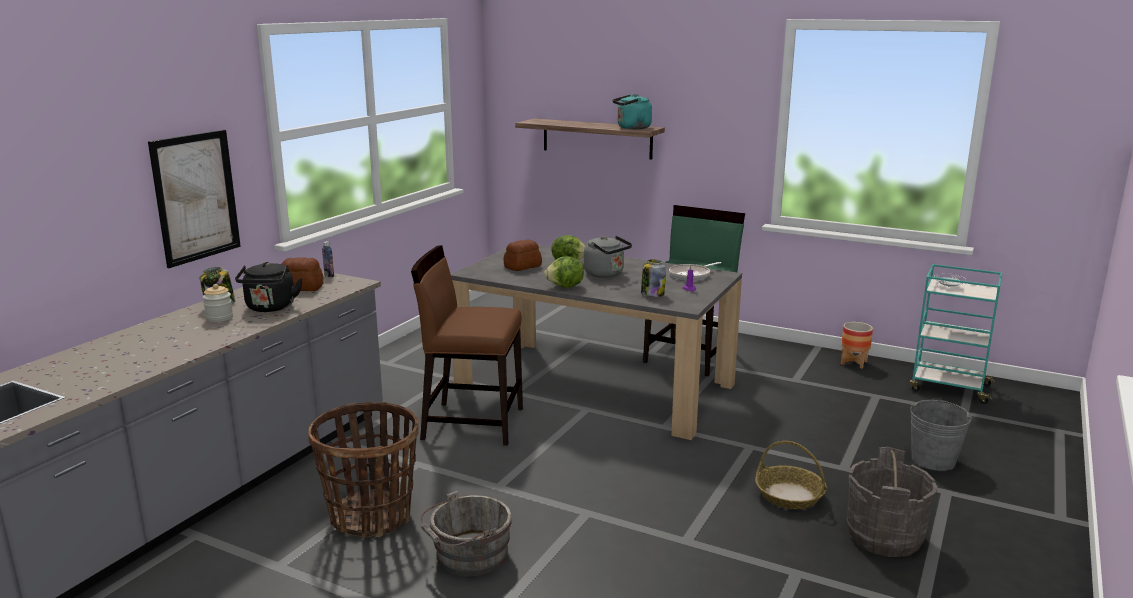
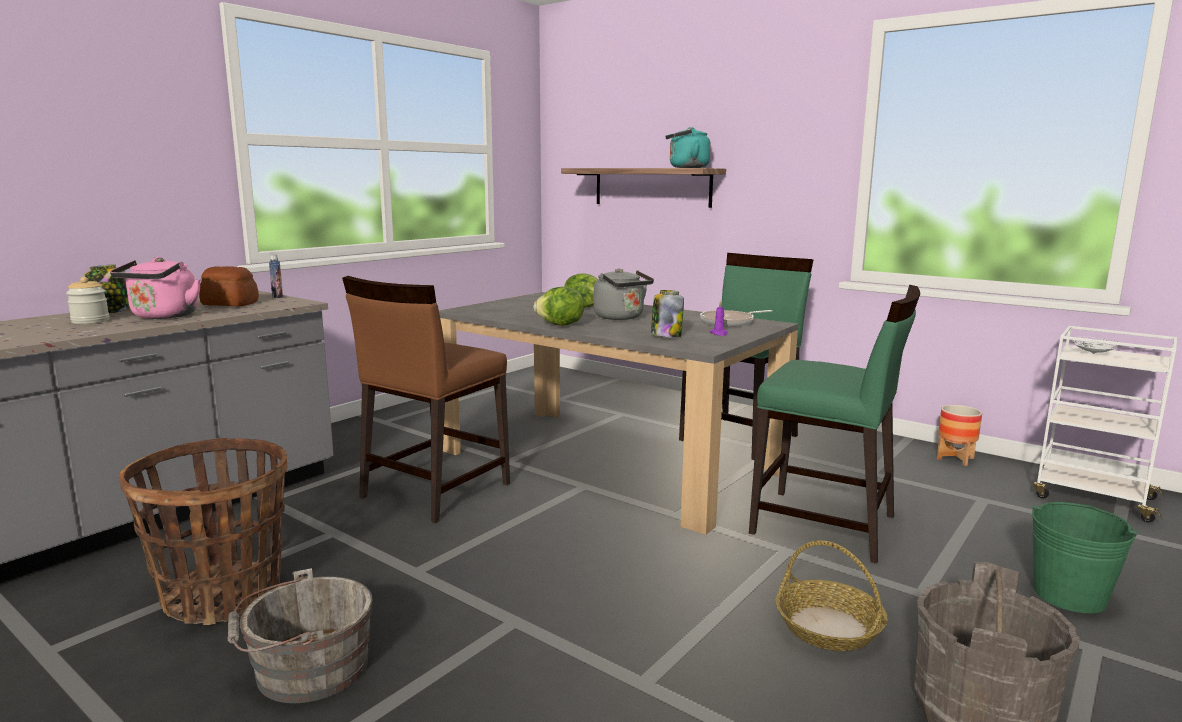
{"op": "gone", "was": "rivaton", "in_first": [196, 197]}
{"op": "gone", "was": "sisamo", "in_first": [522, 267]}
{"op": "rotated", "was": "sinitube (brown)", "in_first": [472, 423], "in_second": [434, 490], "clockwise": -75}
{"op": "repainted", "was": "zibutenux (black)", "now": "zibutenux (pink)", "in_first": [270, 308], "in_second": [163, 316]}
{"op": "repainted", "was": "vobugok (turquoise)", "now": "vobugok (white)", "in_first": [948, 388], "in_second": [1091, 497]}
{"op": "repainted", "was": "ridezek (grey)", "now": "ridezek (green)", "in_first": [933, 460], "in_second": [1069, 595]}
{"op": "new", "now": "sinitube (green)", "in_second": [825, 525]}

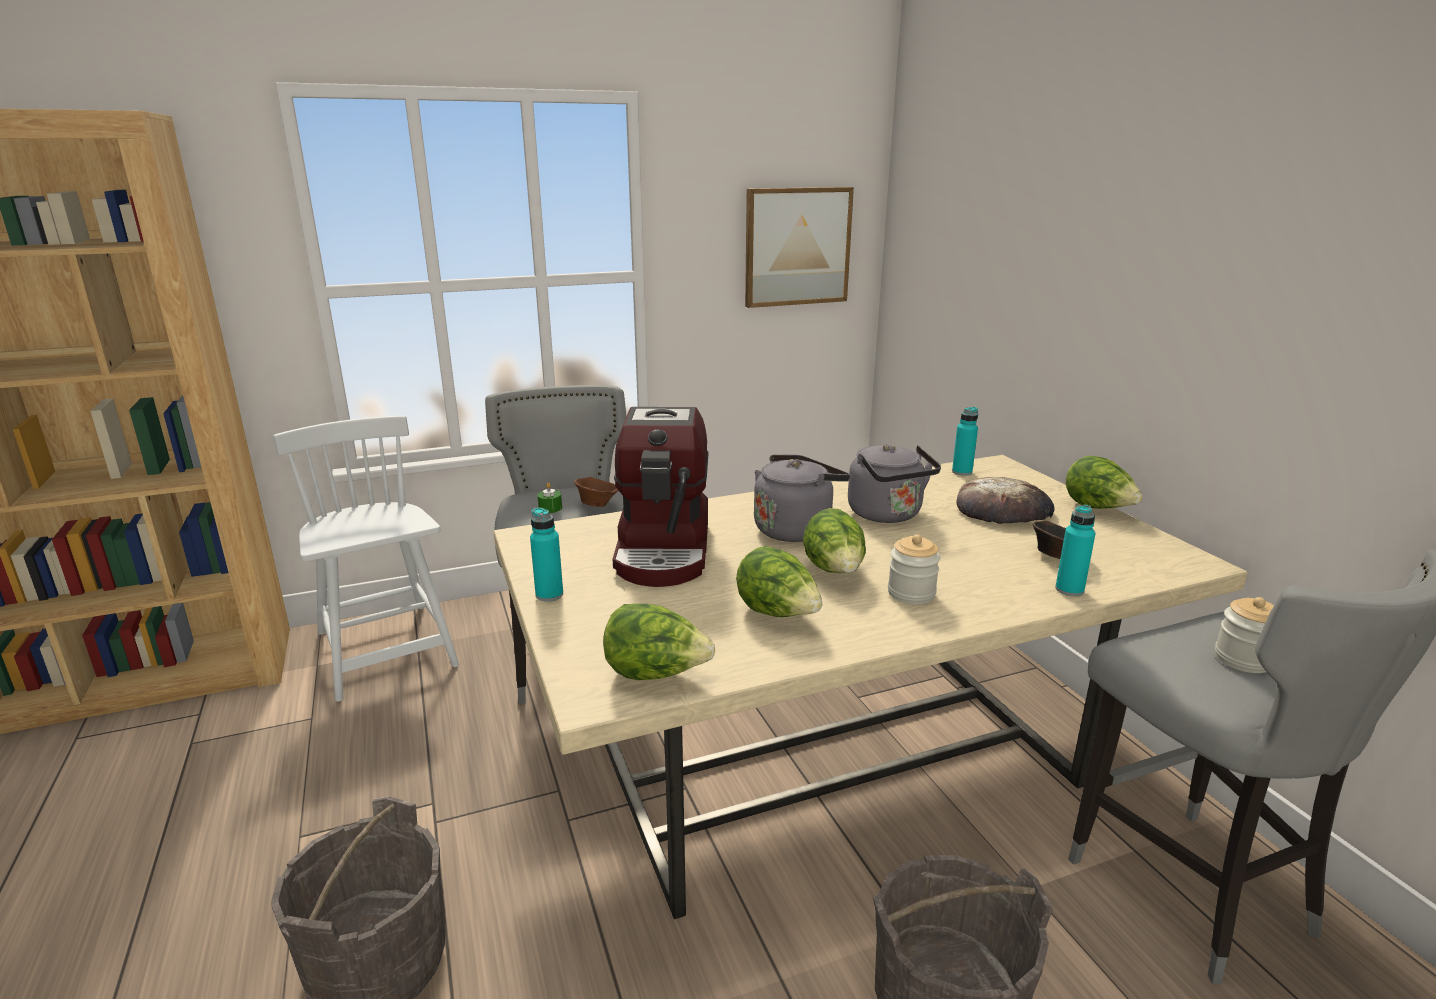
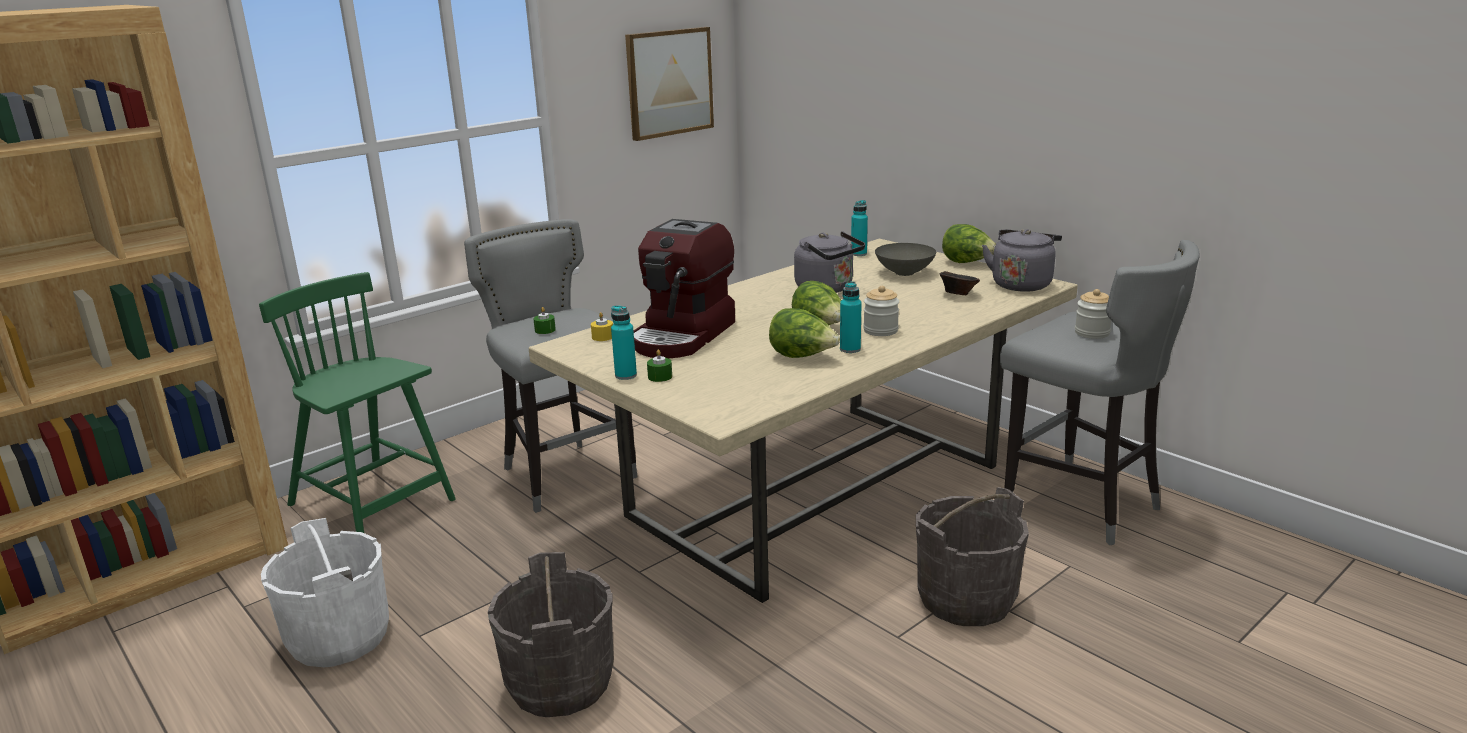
{"op": "rotated", "was": "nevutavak", "in_first": [665, 550], "in_second": [683, 336], "clockwise": 45}
{"op": "repainted", "was": "sinitube (white)", "now": "sinitube (green)", "in_first": [386, 651], "in_second": [373, 504]}
{"op": "shifted", "was": "zibutenux (grey)", "in_first": [795, 529], "in_second": [1021, 284]}
{"op": "gone", "was": "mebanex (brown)", "in_first": [597, 504]}
{"op": "swapped", "was": "sisamo", "now": "mebanex (grey)", "in_first": [1003, 509], "in_second": [905, 273]}
{"op": "shifted", "was": "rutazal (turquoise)", "in_first": [1069, 590], "in_second": [850, 349]}
{"op": "gone", "was": "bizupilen", "in_first": [656, 674]}
{"op": "new", "now": "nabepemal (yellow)", "in_second": [602, 337]}
{"op": "new", "now": "nabepemal (green)", "in_second": [660, 376]}
{"op": "new", "now": "ridezek (white)", "in_second": [340, 637]}

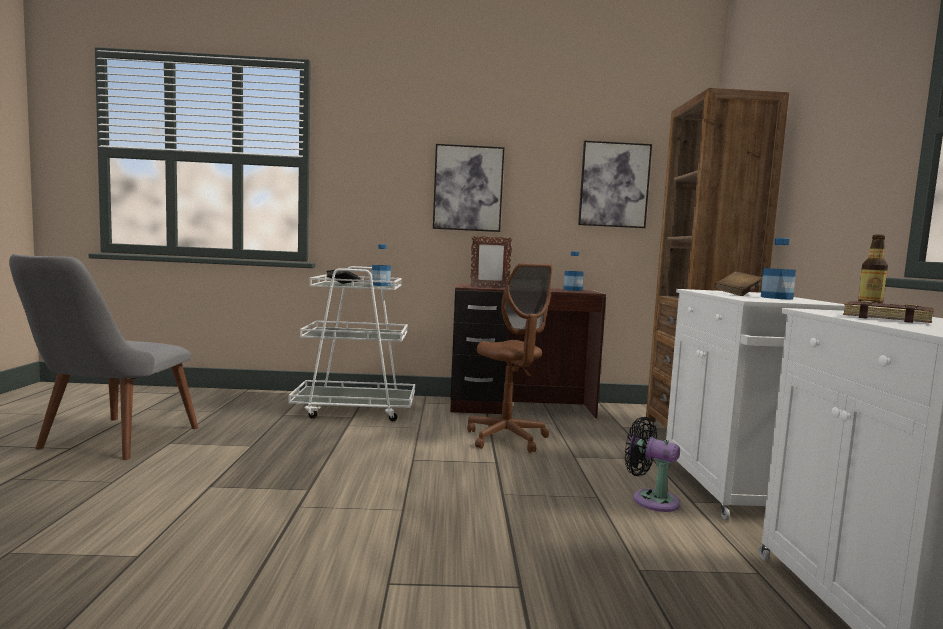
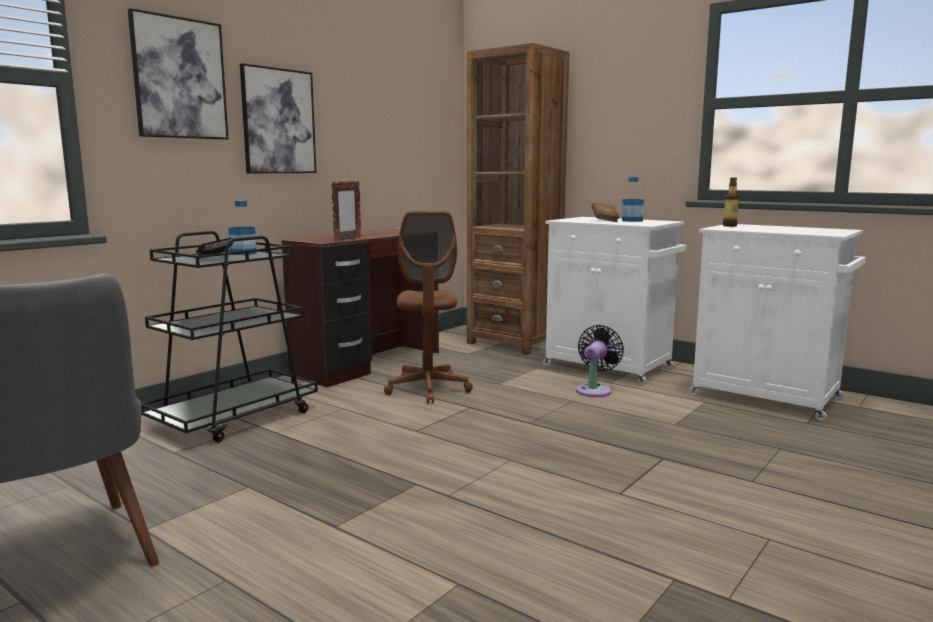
{"op": "shifted", "was": "rivaton", "in_first": [614, 185], "in_second": [179, 78]}
{"op": "gone", "was": "rutazal", "in_first": [572, 290]}
{"op": "rotated", "was": "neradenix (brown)", "in_first": [507, 438], "in_second": [428, 389], "clockwise": 75}
{"op": "repainted", "was": "vobugok (white)", "now": "vobugok (black)", "in_first": [355, 410], "in_second": [235, 418]}
{"op": "gone", "was": "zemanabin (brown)", "in_first": [888, 319]}
{"op": "rotated", "was": "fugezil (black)", "in_first": [650, 499], "in_second": [595, 390], "clockwise": 135}

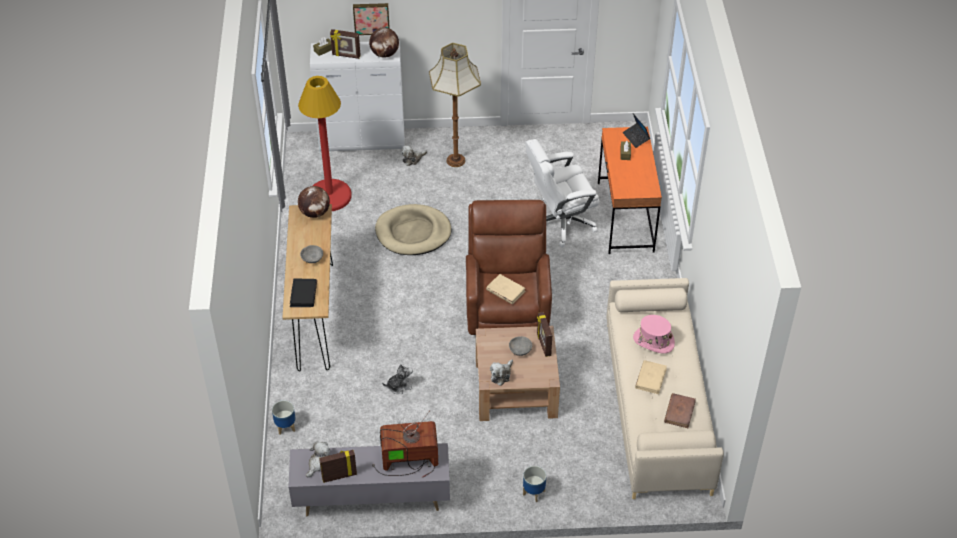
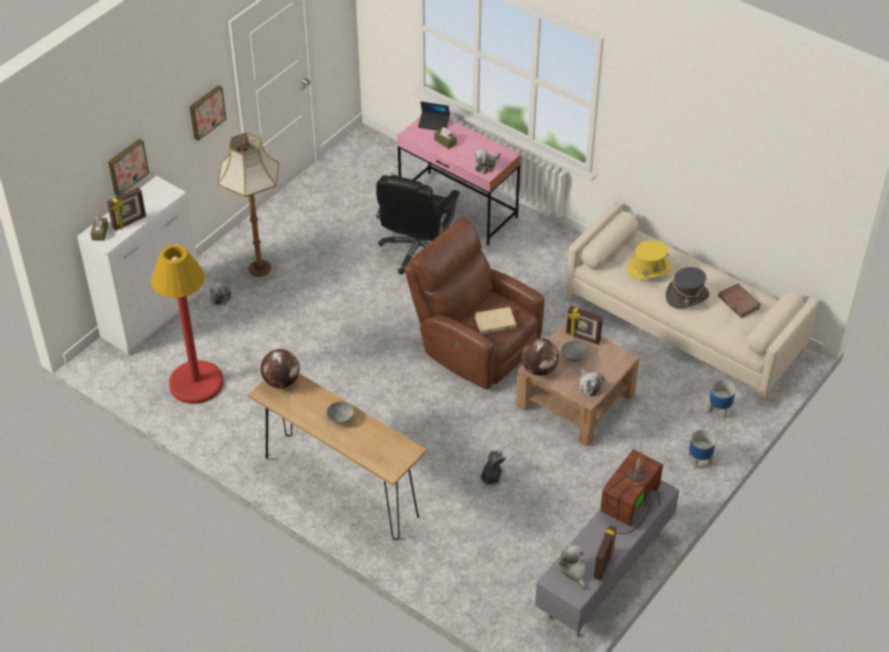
{"op": "shifted", "was": "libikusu", "in_first": [385, 54], "in_second": [539, 369]}
{"op": "repainted", "was": "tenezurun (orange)", "now": "tenezurun (pink)", "in_first": [625, 217], "in_second": [458, 208]}
{"op": "repainted", "was": "neradenix (white)", "now": "neradenix (black)", "in_first": [560, 222], "in_second": [417, 250]}
{"op": "gone", "was": "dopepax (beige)", "in_first": [413, 233]}
{"op": "gone", "was": "zemanabin (black)", "in_first": [303, 294]}
{"op": "repainted", "was": "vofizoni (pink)", "now": "vofizoni (yellow)", "in_first": [653, 341], "in_second": [649, 269]}
{"op": "swapped", "was": "zemanabin (beige)", "now": "vofizoni (grey)", "in_first": [650, 378], "in_second": [687, 296]}
{"op": "shifted", "was": "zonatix", "in_first": [286, 427], "in_second": [719, 409]}
{"op": "new", "now": "rivaton", "in_second": [206, 112]}
{"op": "new", "now": "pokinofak", "in_second": [486, 165]}

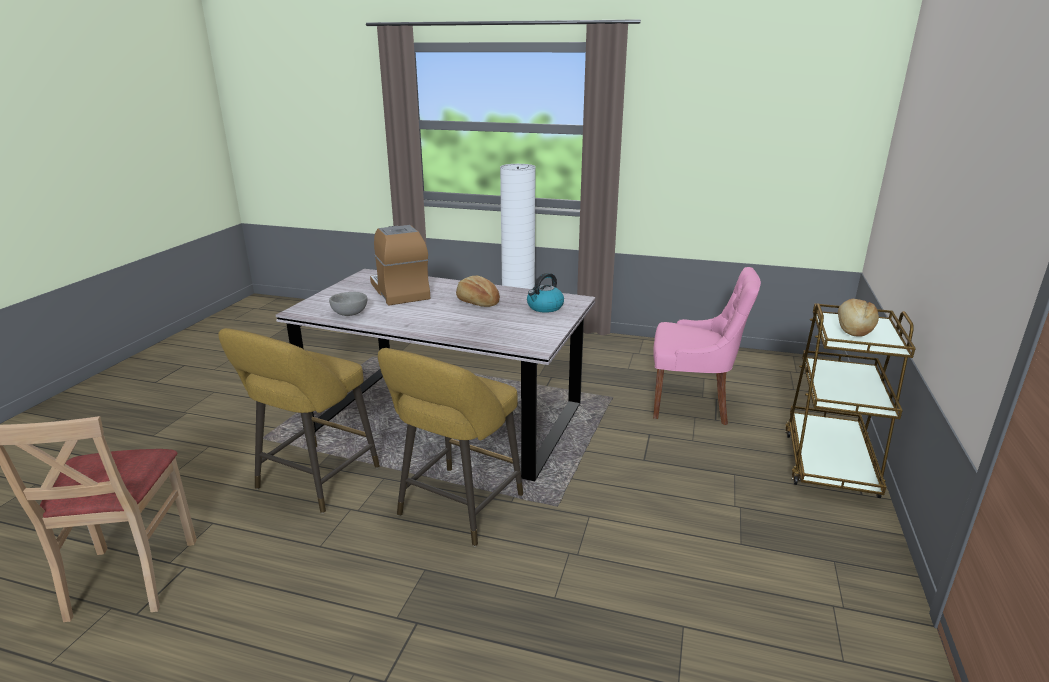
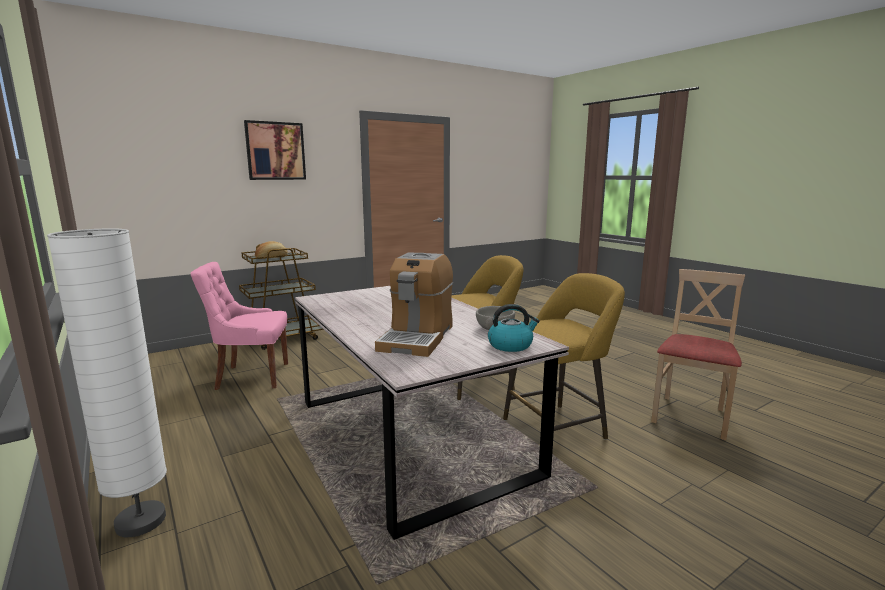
{"op": "rotated", "was": "sinitube (pink)", "in_first": [692, 404], "in_second": [250, 376], "clockwise": -60}
{"op": "shifted", "was": "zibutenux", "in_first": [544, 307], "in_second": [511, 345]}
{"op": "gone", "was": "sisamo", "in_first": [477, 302]}
{"op": "new", "now": "rivaton", "in_second": [275, 151]}

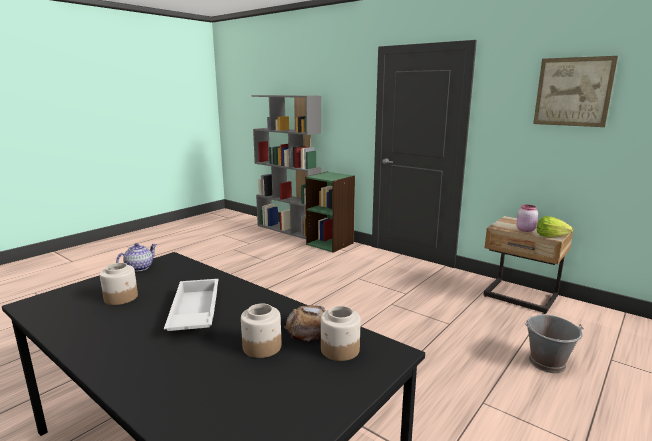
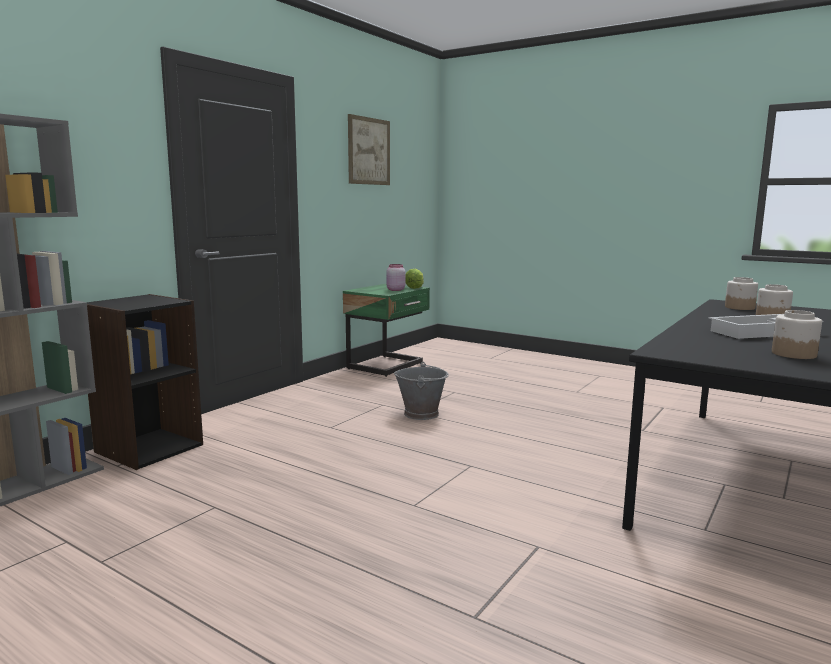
{"op": "repainted", "was": "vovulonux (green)", "now": "vovulonux (black)", "in_first": [330, 243], "in_second": [149, 448]}
{"op": "repainted", "was": "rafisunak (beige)", "now": "rafisunak (green)", "in_first": [520, 297], "in_second": [387, 366]}
{"op": "gone", "was": "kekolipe", "in_first": [139, 267]}
{"op": "gone", "was": "sisamo", "in_first": [308, 329]}
{"op": "shifted", "was": "ridezek (grey)", "in_first": [547, 363], "in_second": [421, 414]}

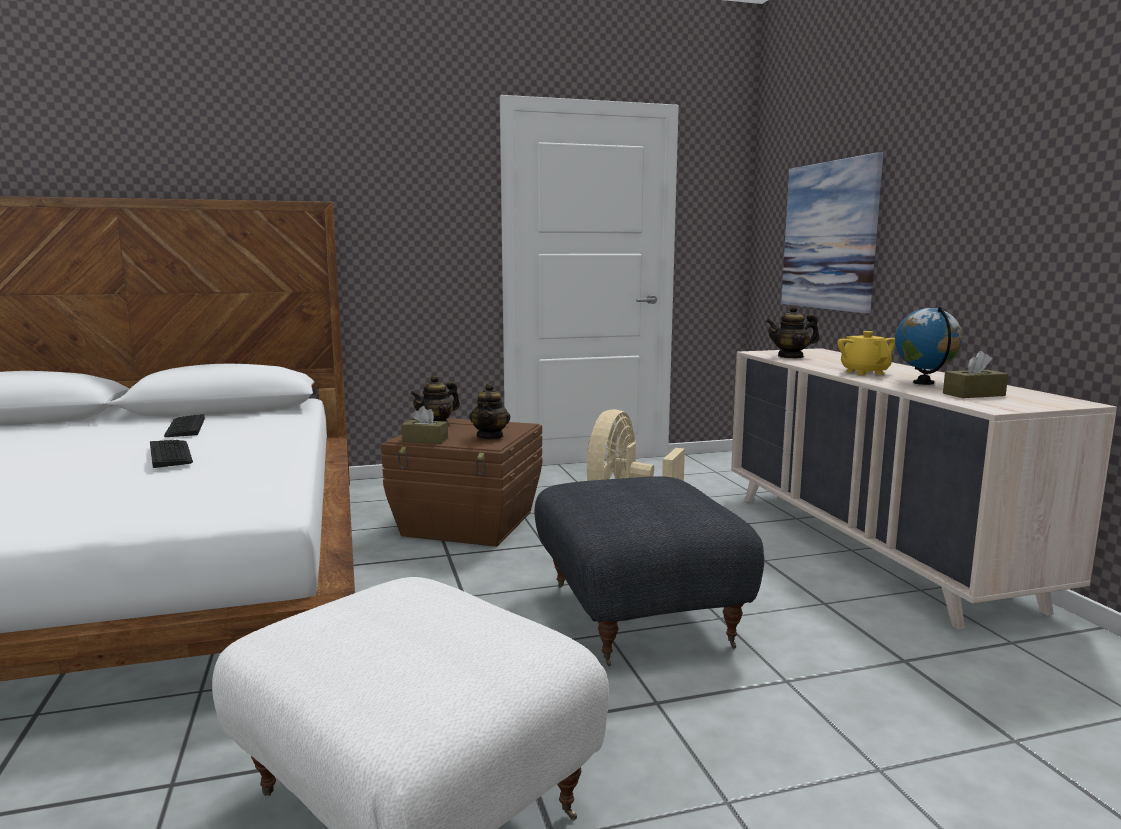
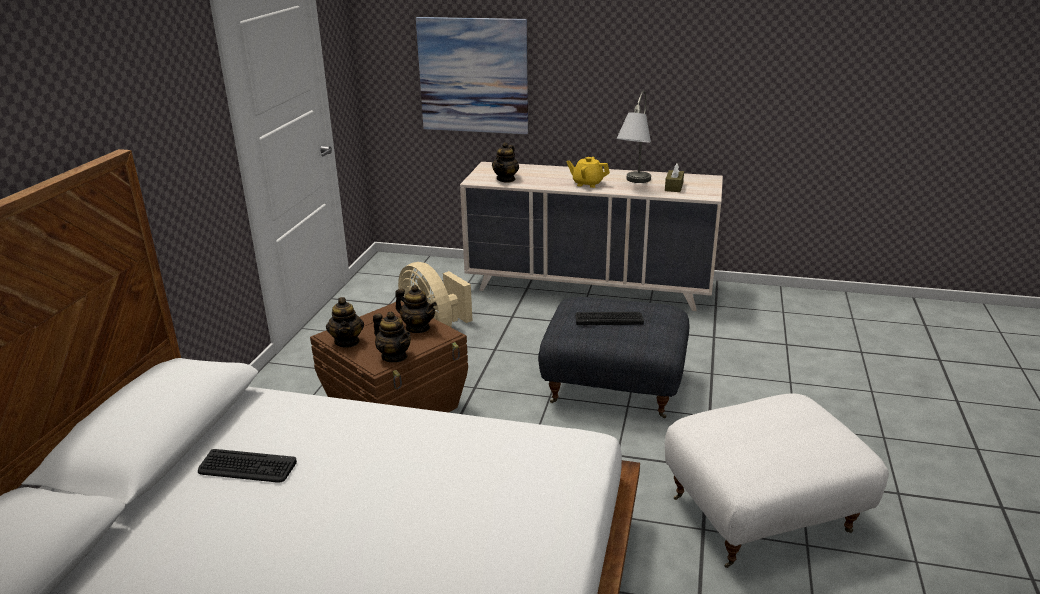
{"op": "swapped", "was": "libikusu", "now": "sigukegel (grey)", "in_first": [924, 383], "in_second": [633, 184]}
{"op": "swapped", "was": "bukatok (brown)", "now": "kekolipe", "in_first": [425, 440], "in_second": [394, 356]}
{"op": "shifted", "was": "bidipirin", "in_first": [170, 454], "in_second": [609, 319]}

